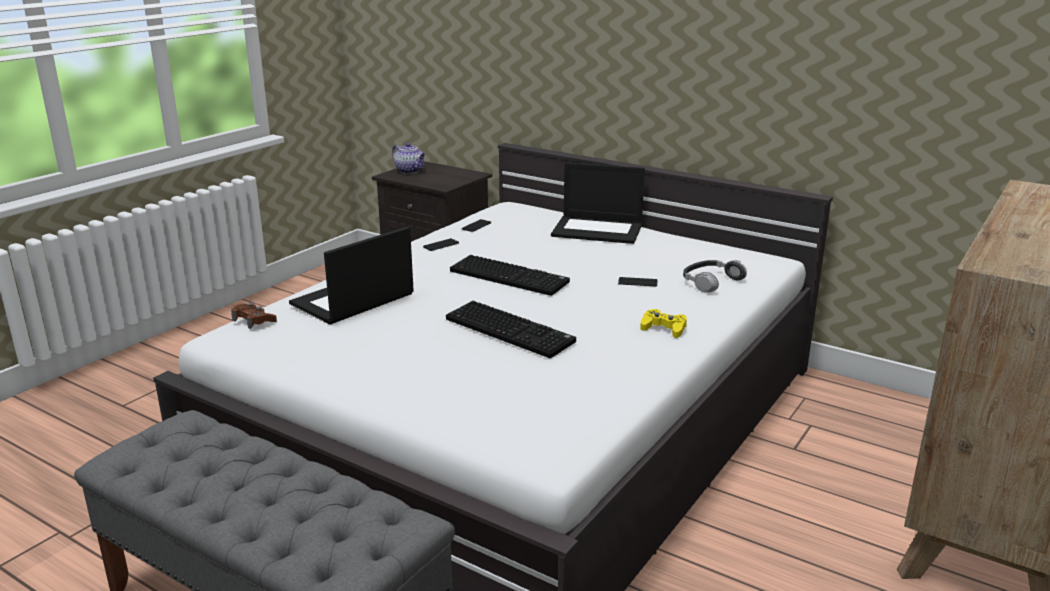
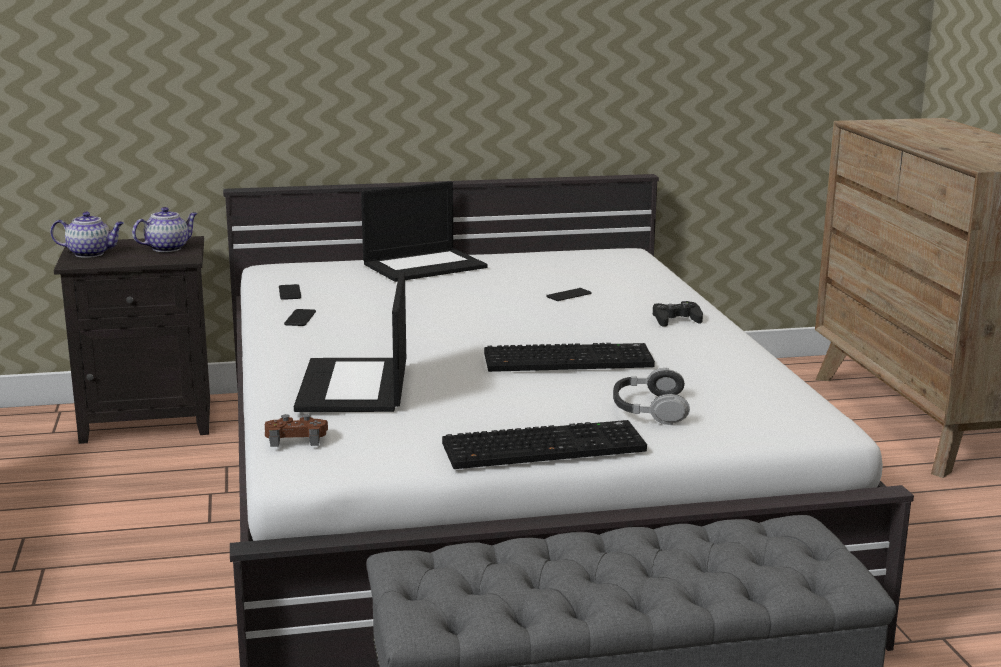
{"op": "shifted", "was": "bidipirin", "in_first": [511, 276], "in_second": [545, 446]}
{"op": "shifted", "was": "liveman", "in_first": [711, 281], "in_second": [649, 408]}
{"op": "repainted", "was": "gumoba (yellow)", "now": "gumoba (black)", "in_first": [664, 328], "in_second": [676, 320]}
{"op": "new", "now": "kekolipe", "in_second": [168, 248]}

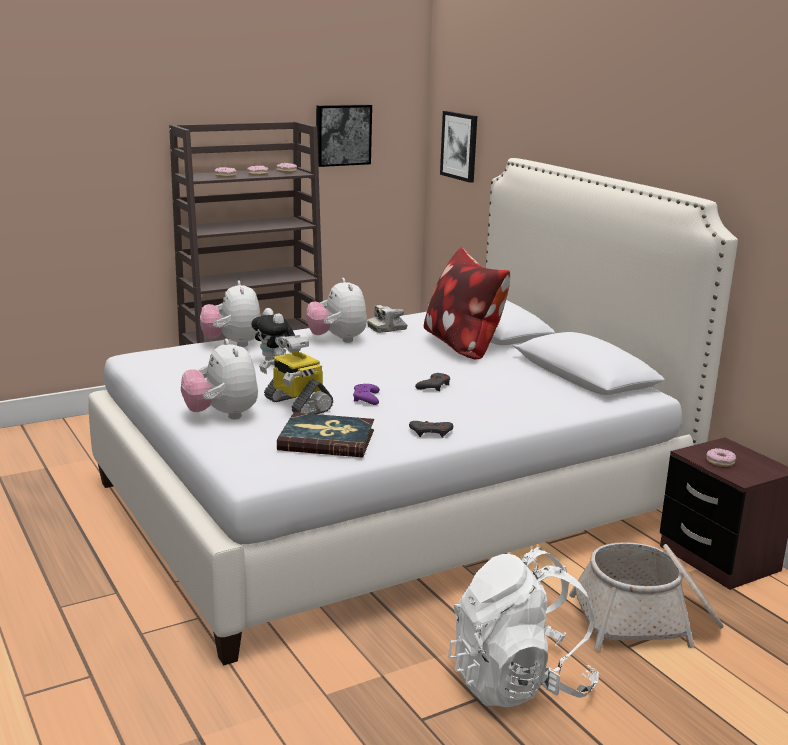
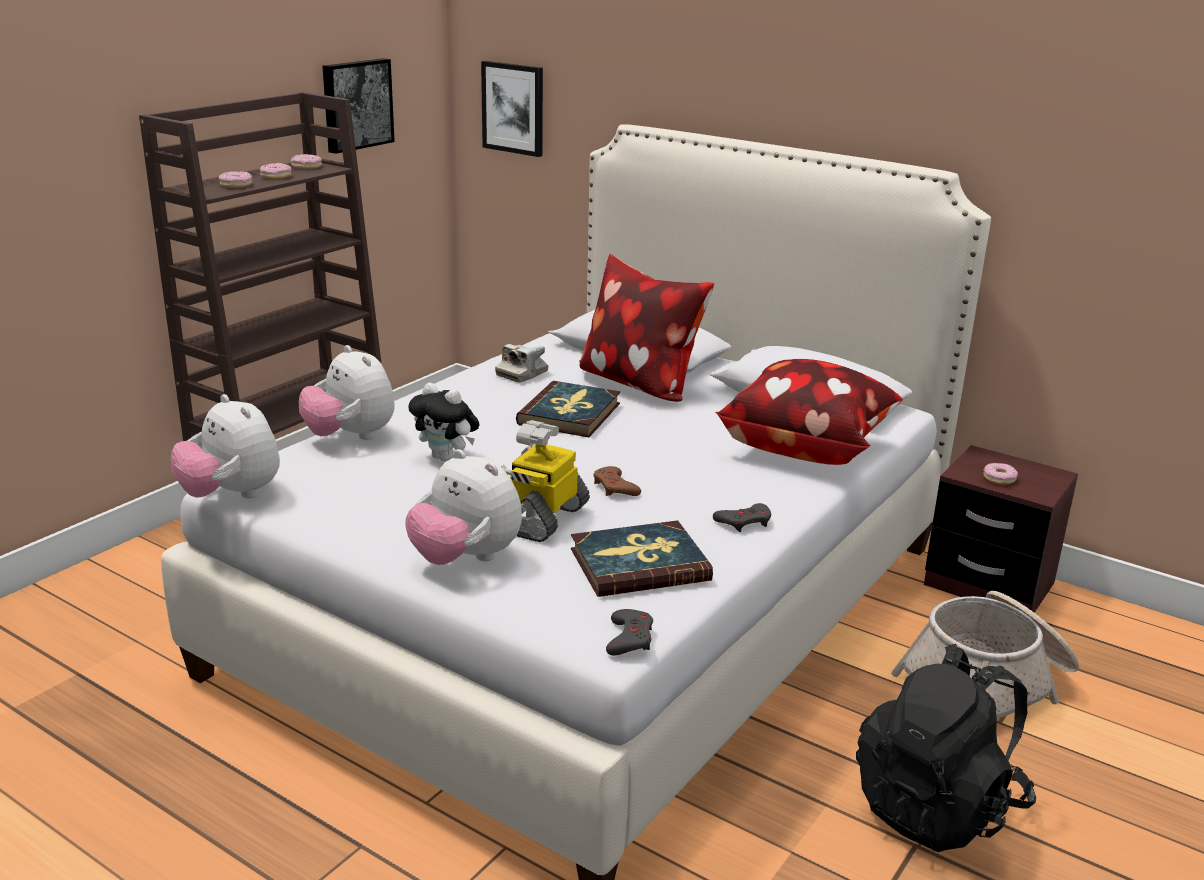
{"op": "shifted", "was": "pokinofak", "in_first": [337, 340], "in_second": [231, 495]}
{"op": "rotated", "was": "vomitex", "in_first": [296, 405], "in_second": [542, 518], "clockwise": 90}
{"op": "shifted", "was": "gumoba (grey)", "in_first": [434, 386], "in_second": [629, 638]}
{"op": "repainted", "was": "gumoba (purple)", "now": "gumoba (brown)", "in_first": [366, 398], "in_second": [615, 487]}
{"op": "repainted", "was": "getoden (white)", "now": "getoden (black)", "in_first": [519, 682], "in_second": [938, 807]}
{"op": "new", "now": "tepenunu", "in_second": [805, 447]}
{"op": "new", "now": "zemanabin", "in_second": [570, 414]}

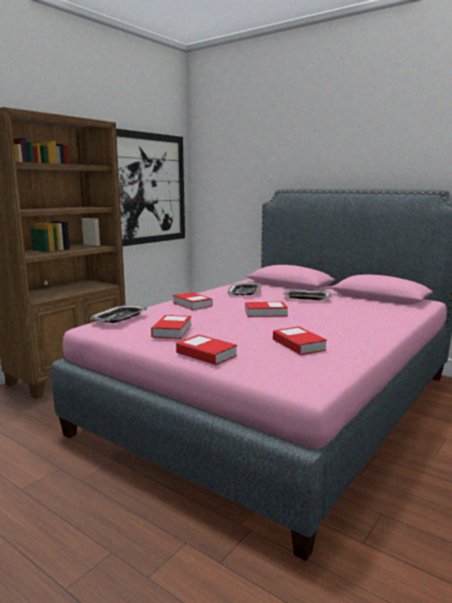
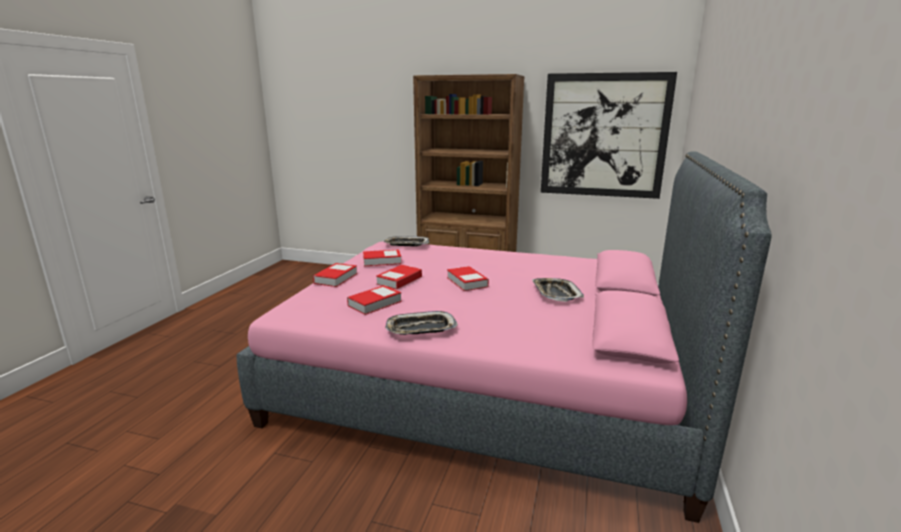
{"op": "shifted", "was": "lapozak", "in_first": [245, 292], "in_second": [420, 329]}
{"op": "shifted", "was": "zemanabin", "in_first": [192, 304], "in_second": [399, 280]}

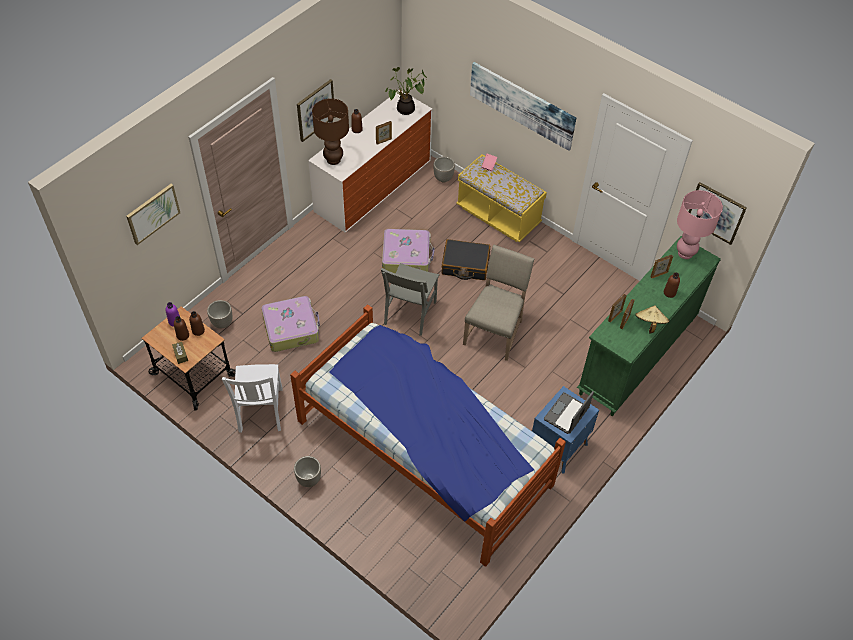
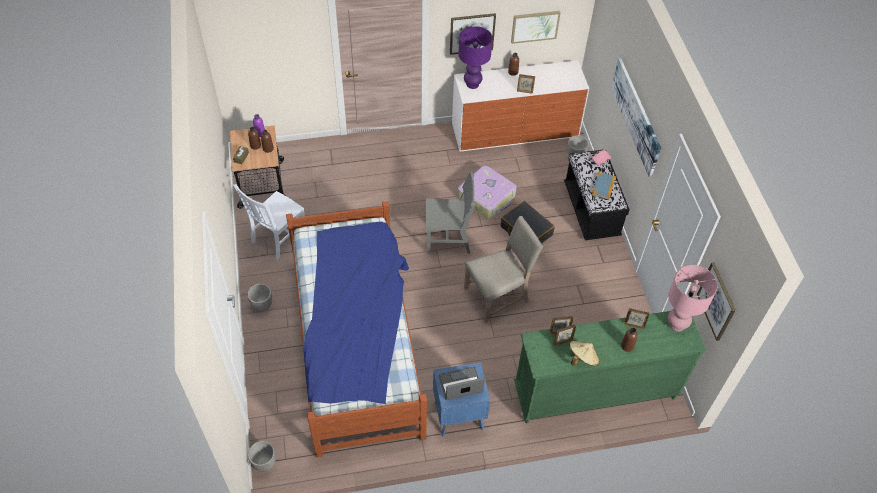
{"op": "gone", "was": "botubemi", "in_first": [405, 110]}
{"op": "repainted", "was": "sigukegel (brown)", "now": "sigukegel (purple)", "in_first": [333, 159], "in_second": [472, 84]}
{"op": "repainted", "was": "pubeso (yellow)", "now": "pubeso (black)", "in_first": [498, 215], "in_second": [591, 210]}
{"op": "shifted", "was": "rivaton", "in_first": [153, 213], "in_second": [535, 26]}
{"op": "rotated", "was": "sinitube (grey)", "in_first": [410, 312], "in_second": [448, 239], "clockwise": -150}
{"op": "gone", "was": "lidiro", "in_first": [291, 328]}
{"op": "shifted", "was": "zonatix", "in_first": [222, 323], "in_second": [264, 463]}
{"op": "new", "now": "zemanabin", "in_second": [603, 186]}

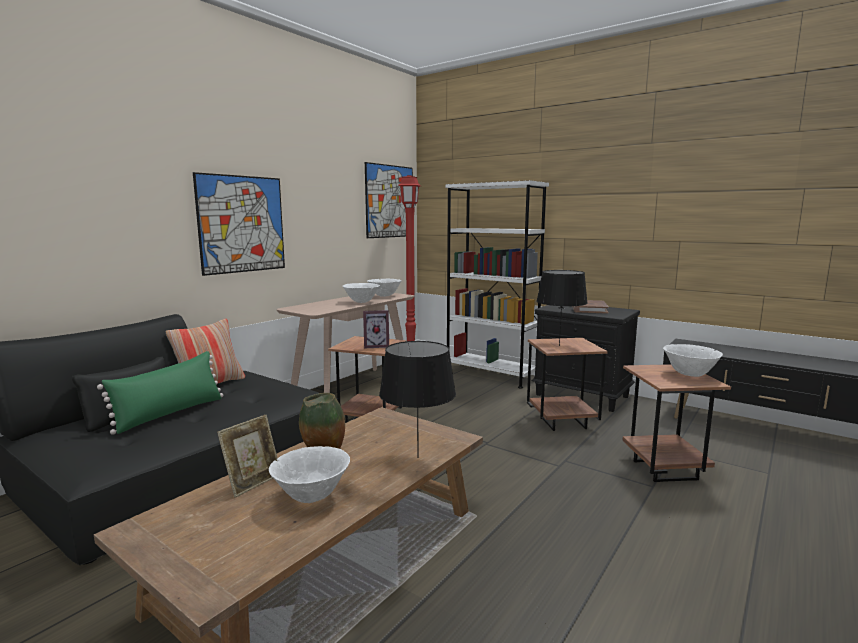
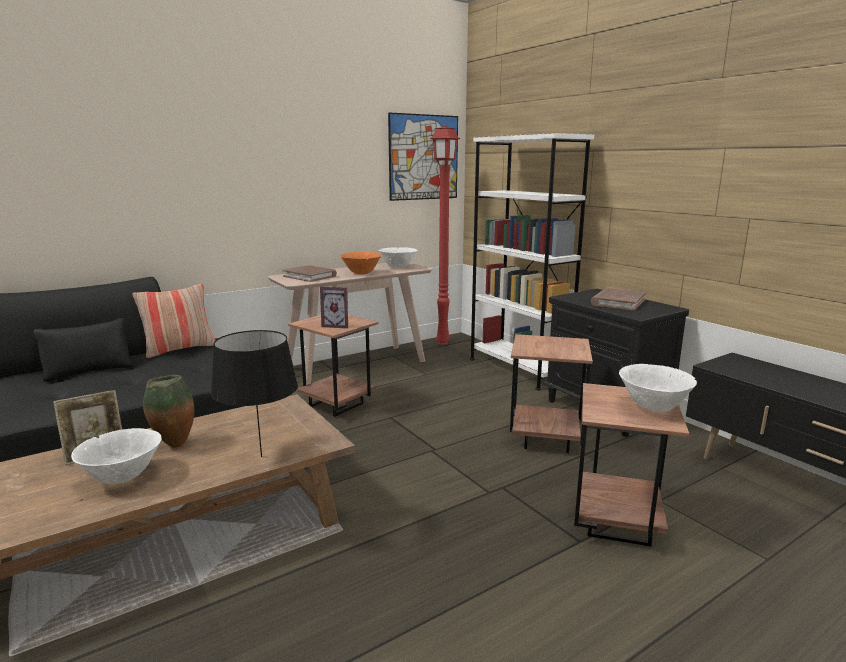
{"op": "gone", "was": "rivaton", "in_first": [242, 224]}
{"op": "gone", "was": "sigukegel (black)", "in_first": [559, 345]}
{"op": "repainted", "was": "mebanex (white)", "now": "mebanex (orange)", "in_first": [362, 302], "in_second": [362, 274]}
{"op": "gone", "was": "tepenunu (green)", "in_first": [170, 413]}
{"op": "new", "now": "zemanabin (brown)", "in_second": [310, 276]}

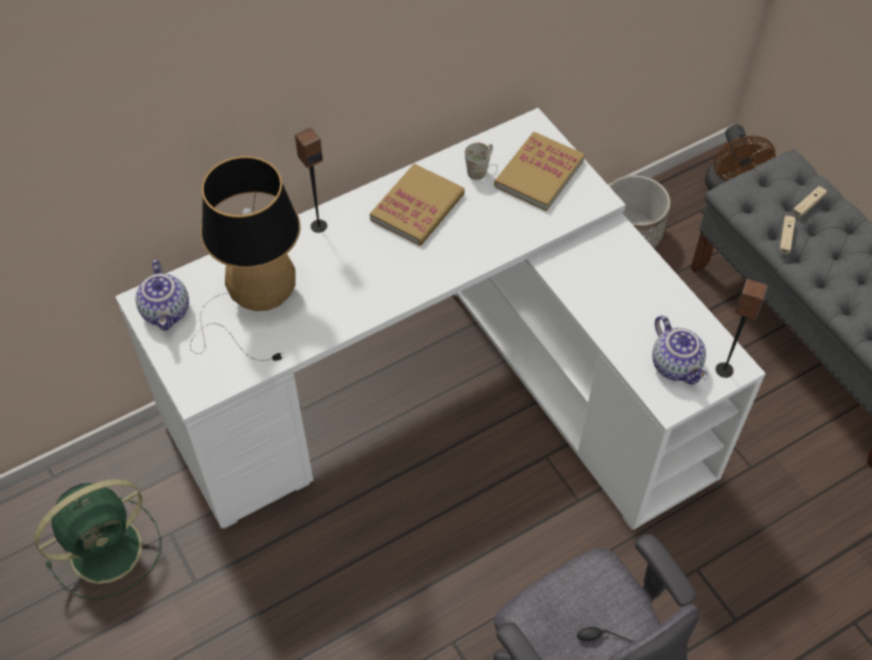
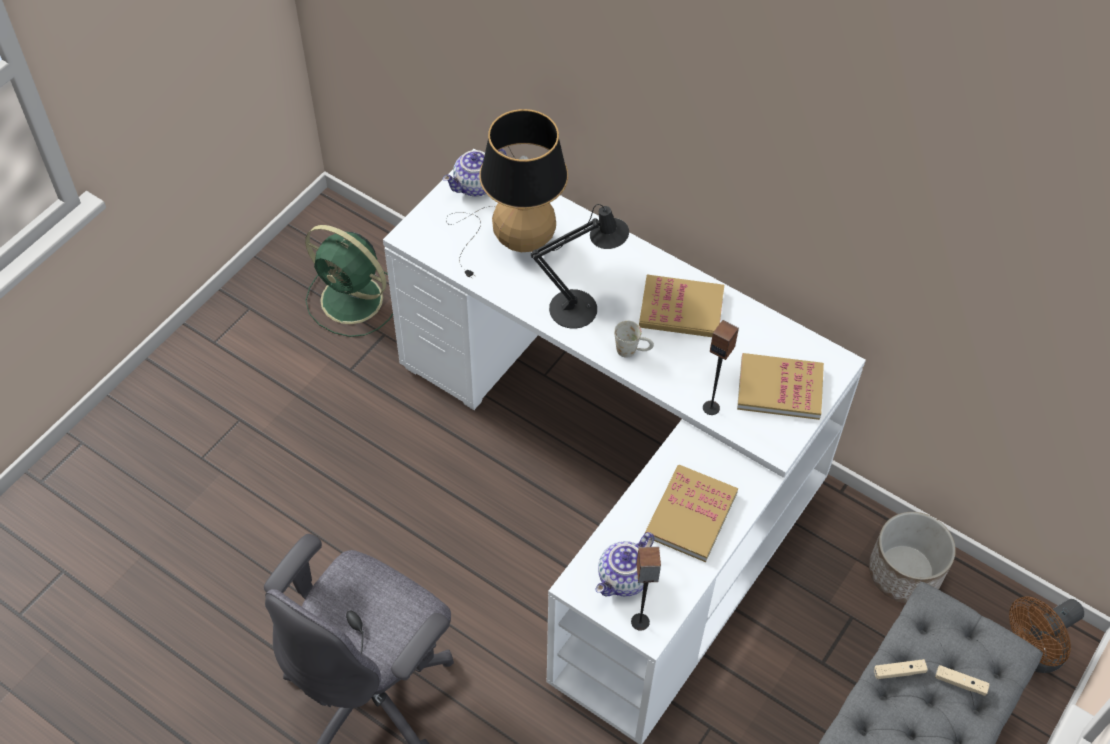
{"op": "shifted", "was": "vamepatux", "in_first": [318, 226], "in_second": [711, 407]}
{"op": "shifted", "was": "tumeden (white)", "in_first": [480, 169], "in_second": [632, 350]}
{"op": "new", "now": "sigukegel (black)", "in_second": [581, 308]}
{"op": "new", "now": "zemanabin", "in_second": [691, 515]}

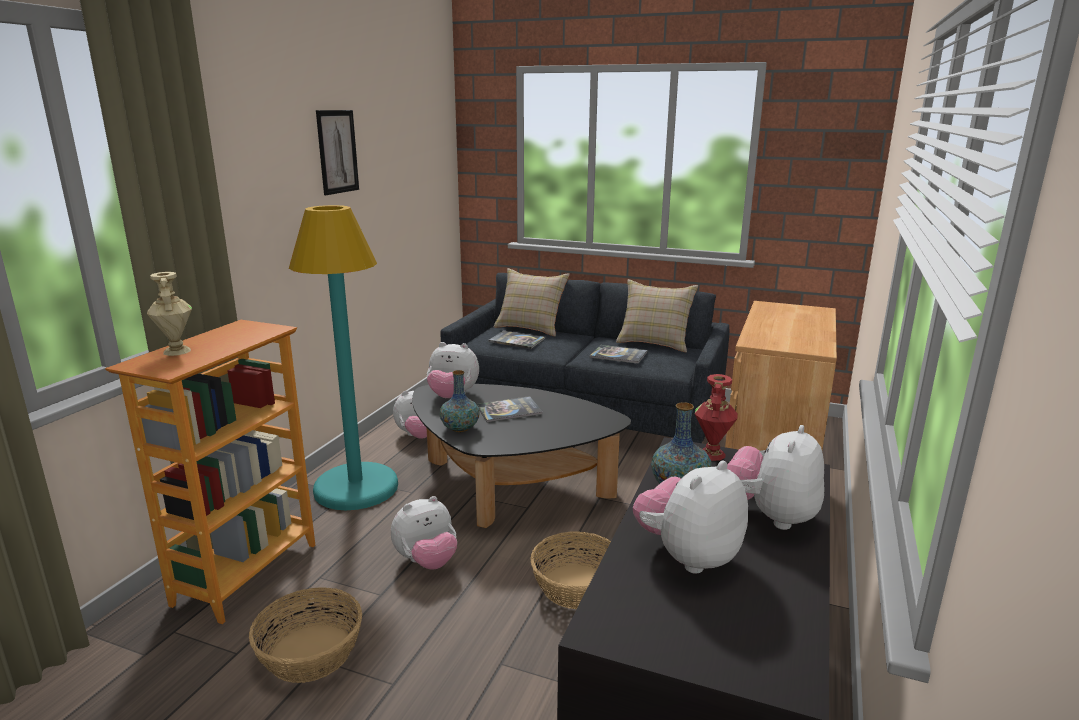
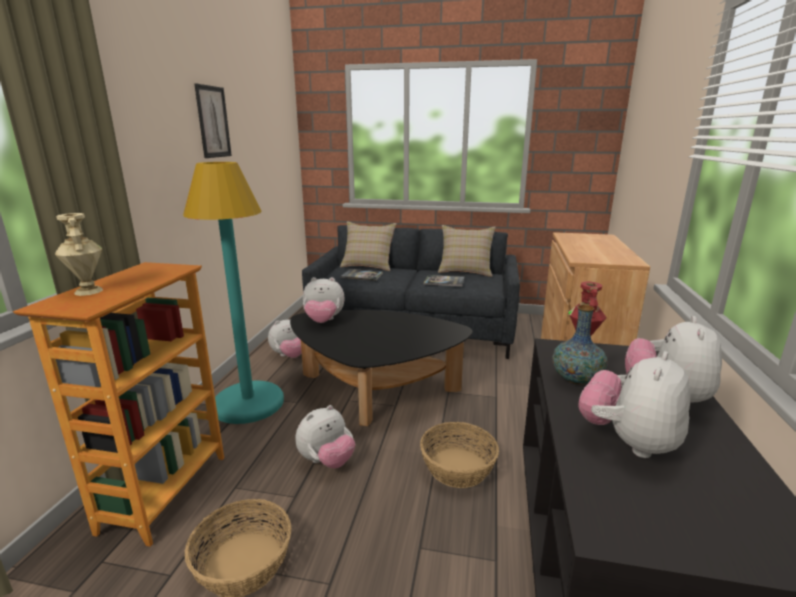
{"op": "gone", "was": "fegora", "in_first": [460, 428]}
{"op": "gone", "was": "zemanabin", "in_first": [509, 410]}

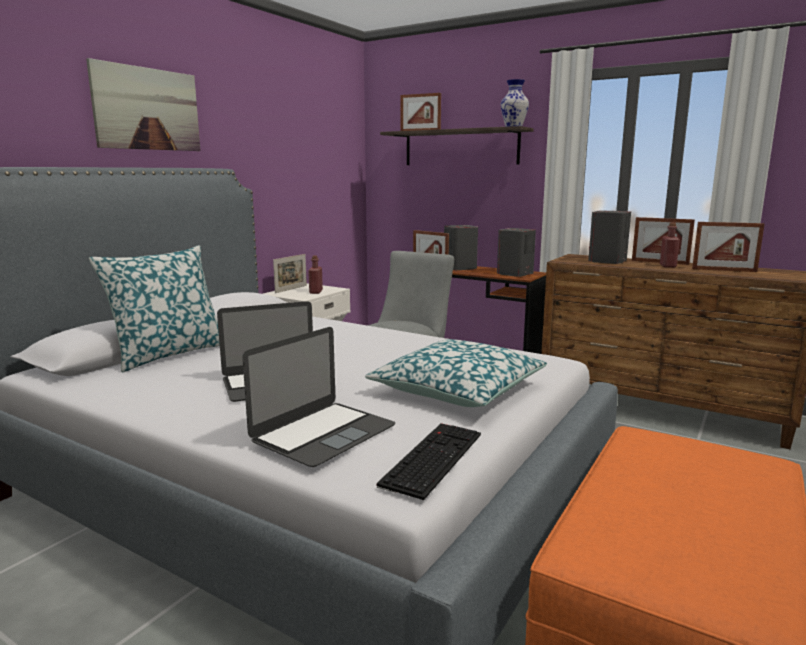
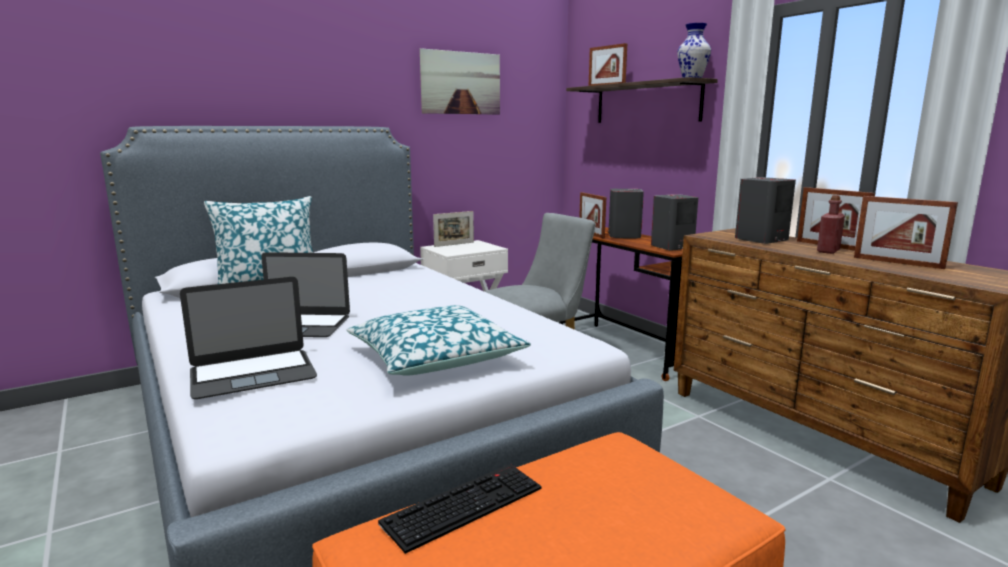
{"op": "shifted", "was": "rivaton", "in_first": [147, 109], "in_second": [461, 83]}
{"op": "gone", "was": "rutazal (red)", "in_first": [316, 292]}
{"op": "shifted", "was": "bidipirin", "in_first": [432, 457], "in_second": [463, 504]}

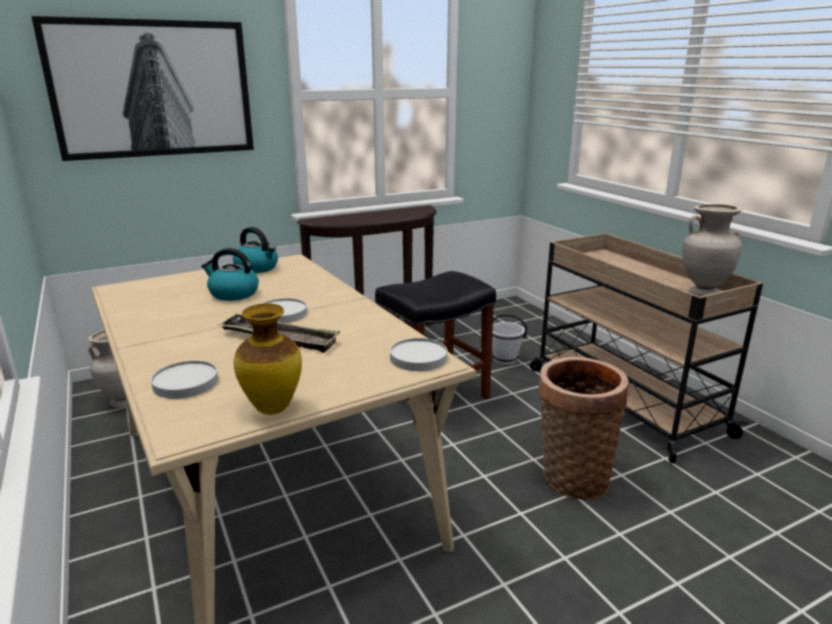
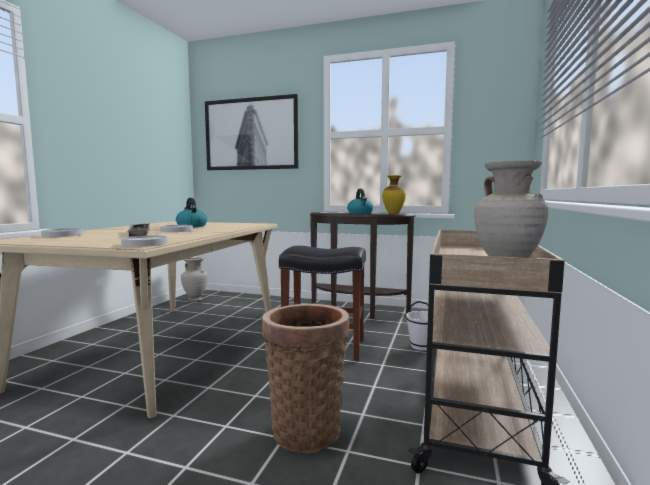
{"op": "shifted", "was": "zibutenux", "in_first": [257, 268], "in_second": [360, 213]}
{"op": "shifted", "was": "fegora", "in_first": [272, 408], "in_second": [393, 213]}

